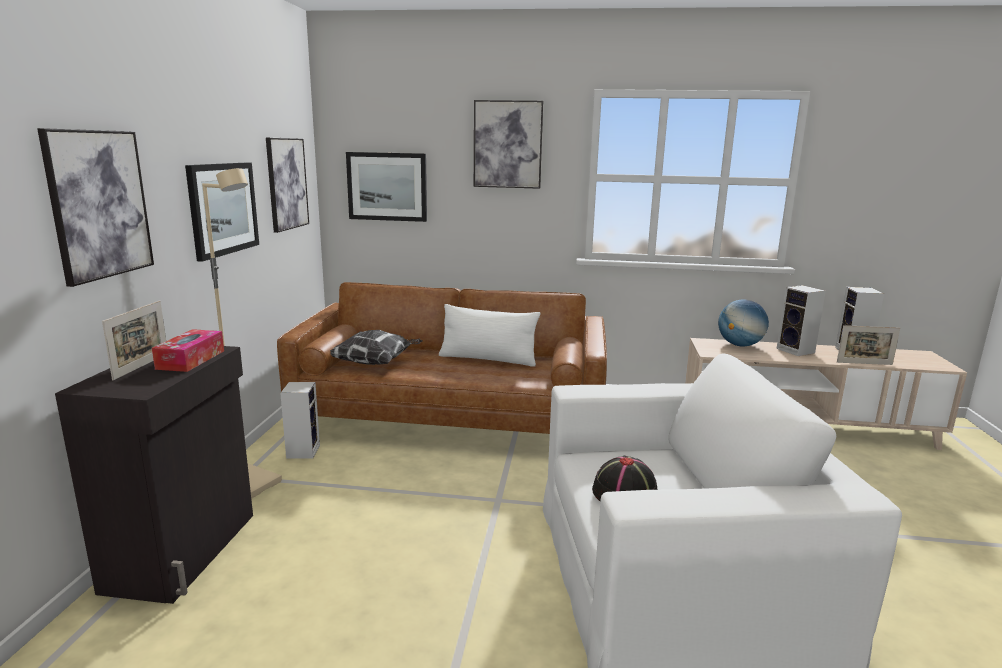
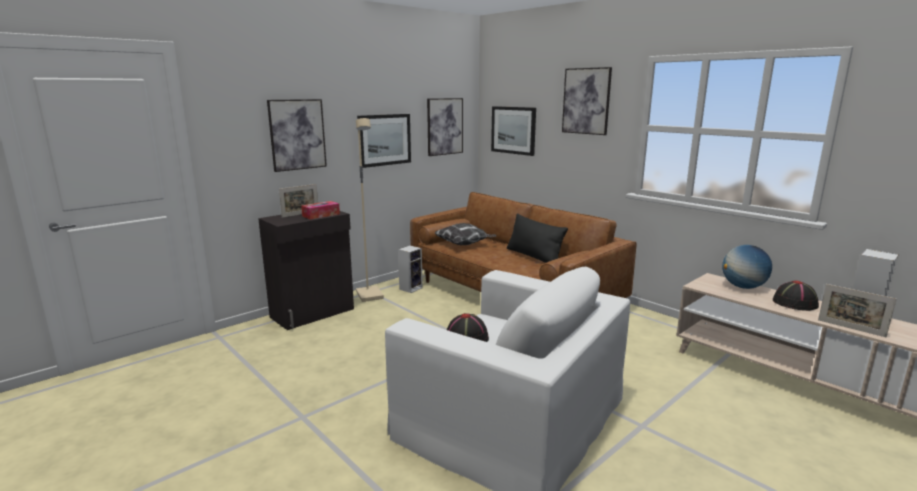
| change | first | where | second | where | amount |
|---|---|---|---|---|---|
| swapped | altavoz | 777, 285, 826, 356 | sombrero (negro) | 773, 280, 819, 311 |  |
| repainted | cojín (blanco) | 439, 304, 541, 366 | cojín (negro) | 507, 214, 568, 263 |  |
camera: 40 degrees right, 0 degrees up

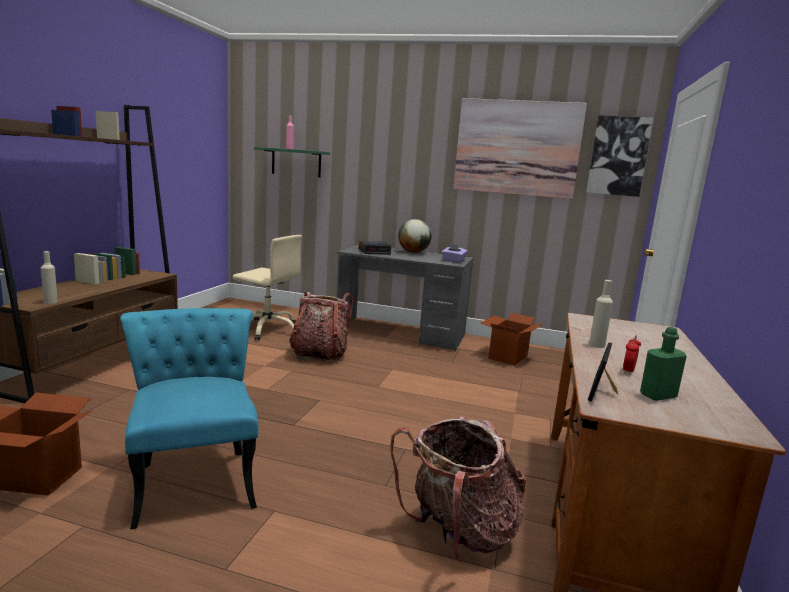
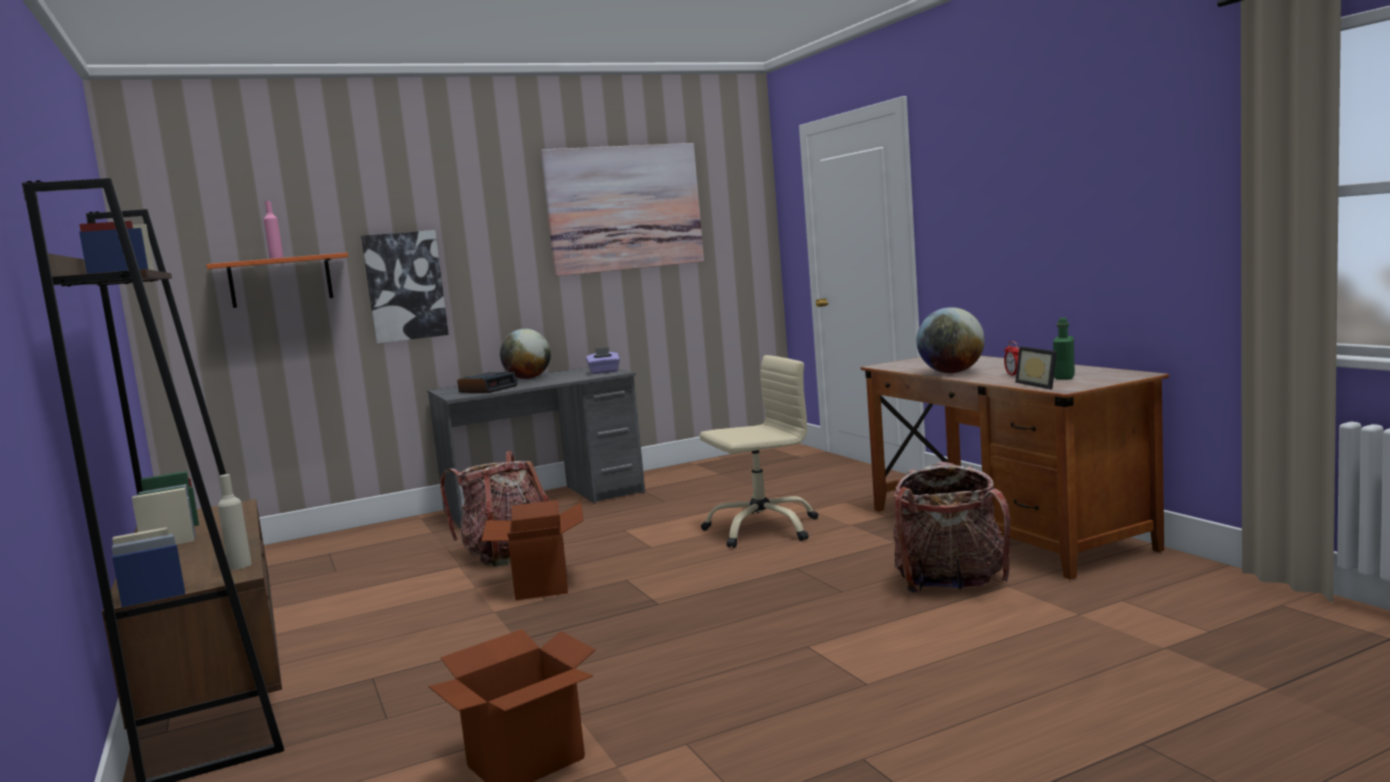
| change | first | where | second | where | amount |
|---|---|---|---|---|---|
| gone | silla (turquesa) | 120, 308, 258, 529 |  |  |  |
| shifted | silla de oficina (beis) | 233, 235, 302, 340 |  | 700, 355, 818, 548 |  |
| shifted | caja de cartón | 480, 313, 544, 366 |  | 482, 500, 584, 601 |  |
| shifted | cuadro | 586, 115, 653, 197 |  | 361, 230, 449, 343 |  |
| swapped | botella (beis) | 589, 280, 613, 348 | globo terráqueo | 917, 307, 985, 373 |  |
| repainted | estante (verde) | 254, 147, 330, 178 | estante (naranja) | 206, 253, 348, 308 |  |
camera: 40 degrees left, 5 degrees down

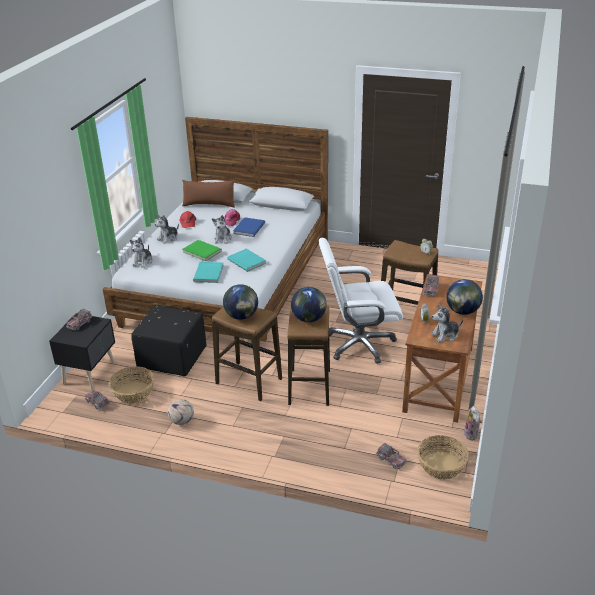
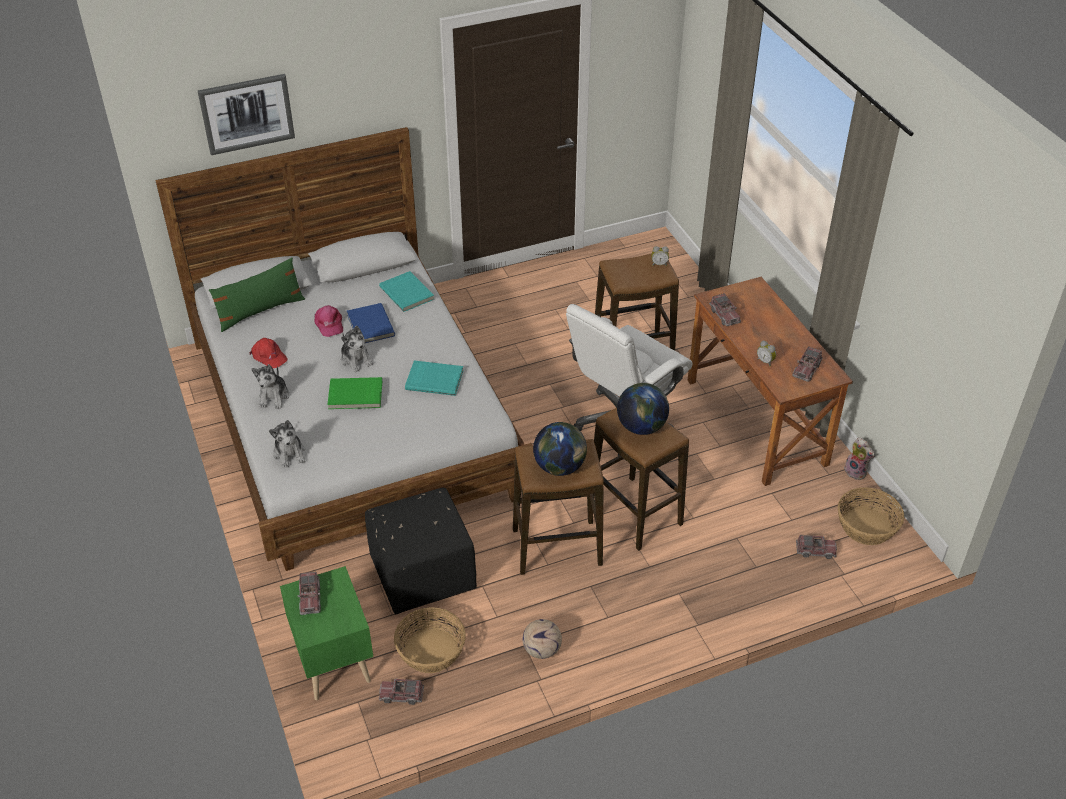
| change | first | where | second | where | amount |
|---|---|---|---|---|---|
| gone | globo terráqueo | 446, 279, 483, 315 |  |  |  |
| new |  |  | cuadro | 198, 74, 295, 155 |  |
| shifted | libro (turquesa) | 193, 262, 224, 283 |  | 379, 271, 434, 312 |  |
| swapped | peluche | 430, 304, 463, 342 | camión de juguete | 792, 347, 823, 382 |  |
| repainted | mesita de noche (negro) | 49, 313, 115, 390 | mesita de noche (verde) | 280, 566, 373, 700 |  |
| repainted | cojín (marrón) | 182, 180, 235, 207 | cojín (verde) | 209, 257, 305, 332 |  |
camera: 40 degrees left, 10 degrees up

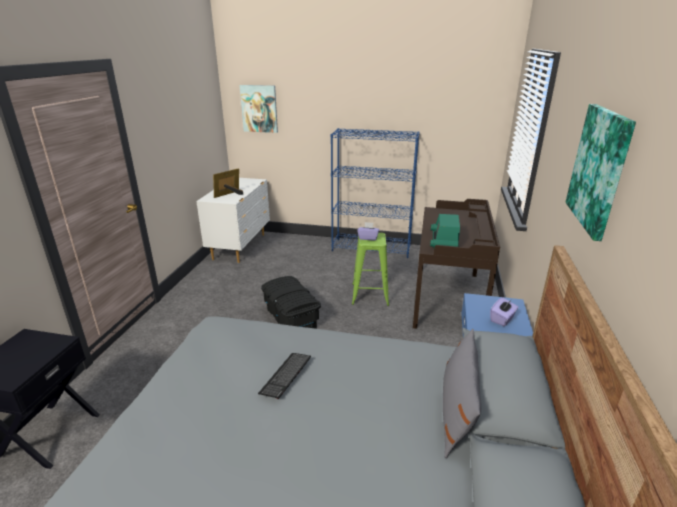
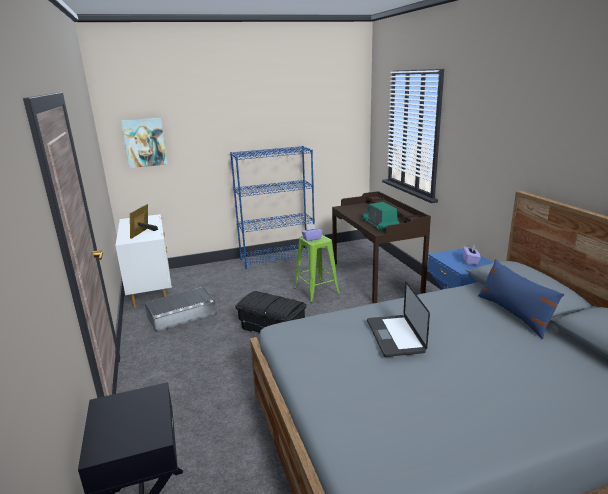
| change | first | where | second | where | amount |
|---|---|---|---|---|---|
| gone | cuadro | 565, 104, 636, 241 |  |  |  |
| new |  |  | caja de almacenaje (gris) | 145, 287, 217, 332 |  |
| swapped | teclado | 258, 353, 311, 399 | portátil | 367, 281, 430, 357 |  |
| repainted | cojín (gris) | 443, 329, 481, 458 | cojín (azul) | 478, 259, 565, 339 |  |
camera: 30 degrees left, 5 degrees down

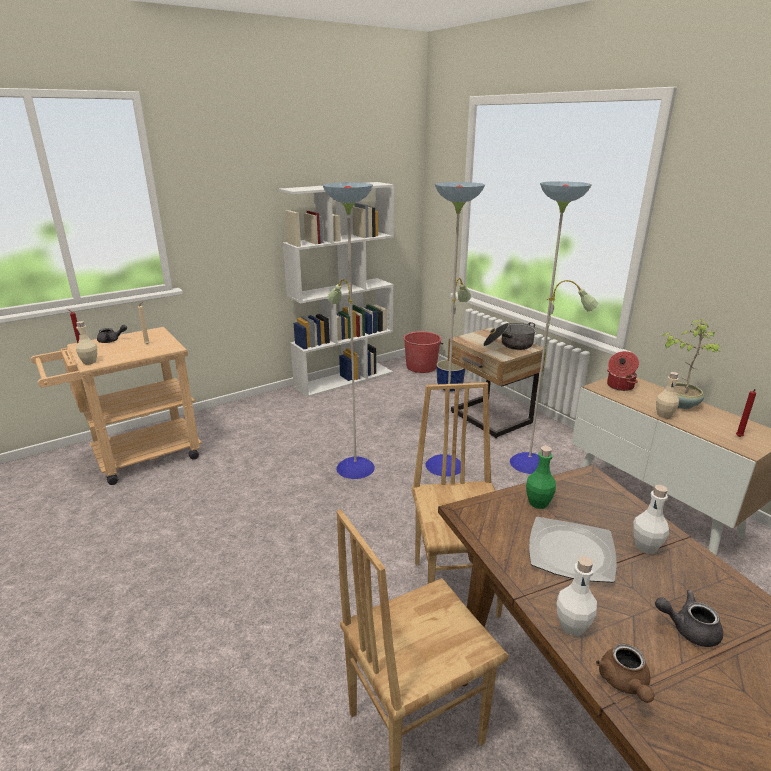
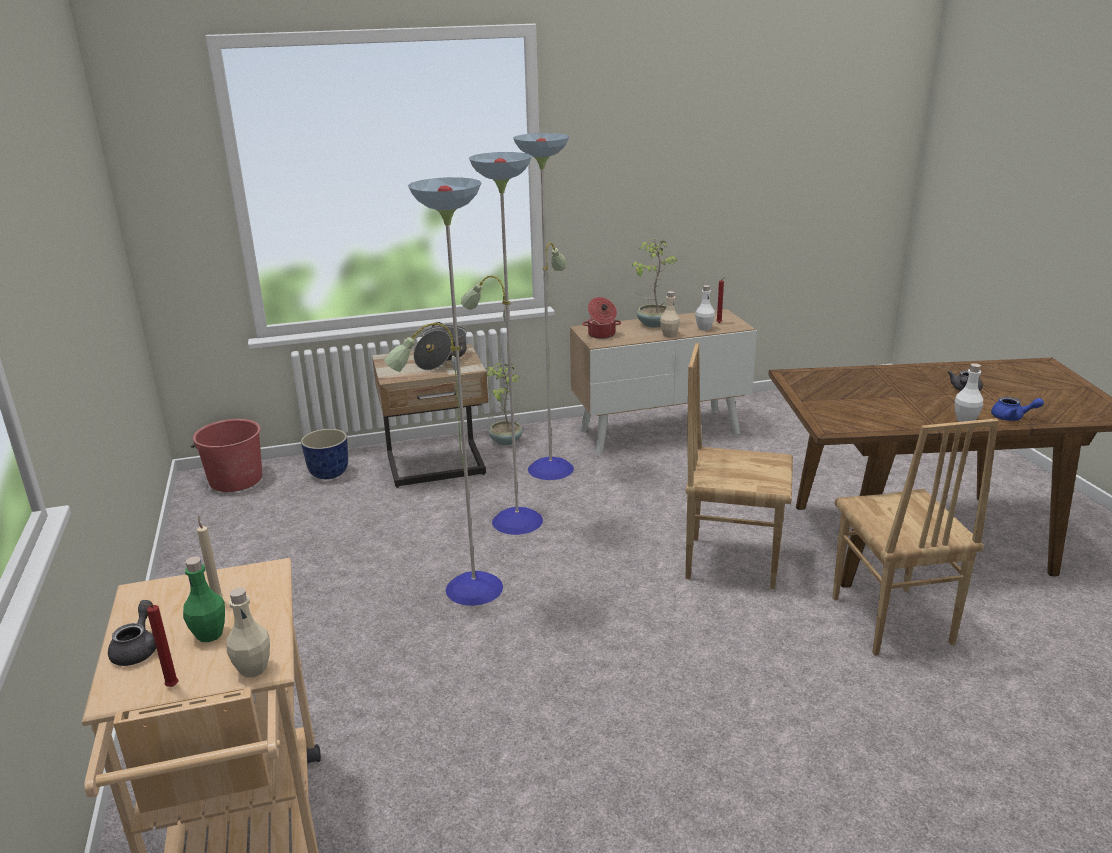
| change | first | where | second | where | amount |
|---|---|---|---|---|---|
| gone | estantería (blanco) | 278, 182, 394, 398 |  |  |  |
| gone | plato | 529, 517, 617, 583 |  |  |  |
| new |  |  | planta en maceta | 486, 363, 523, 445 |  |
| shifted | botella (verde) | 526, 446, 556, 509 |  | 183, 557, 225, 642 |  |
| shifted | botella (blanco) | 633, 485, 669, 554 |  | 695, 285, 715, 330 |  |
| repainted | tetera (marrón) | 596, 644, 655, 703 | tetera (azul) | 991, 397, 1044, 421 |  |
camera: 70 degrees left, 0 degrees up

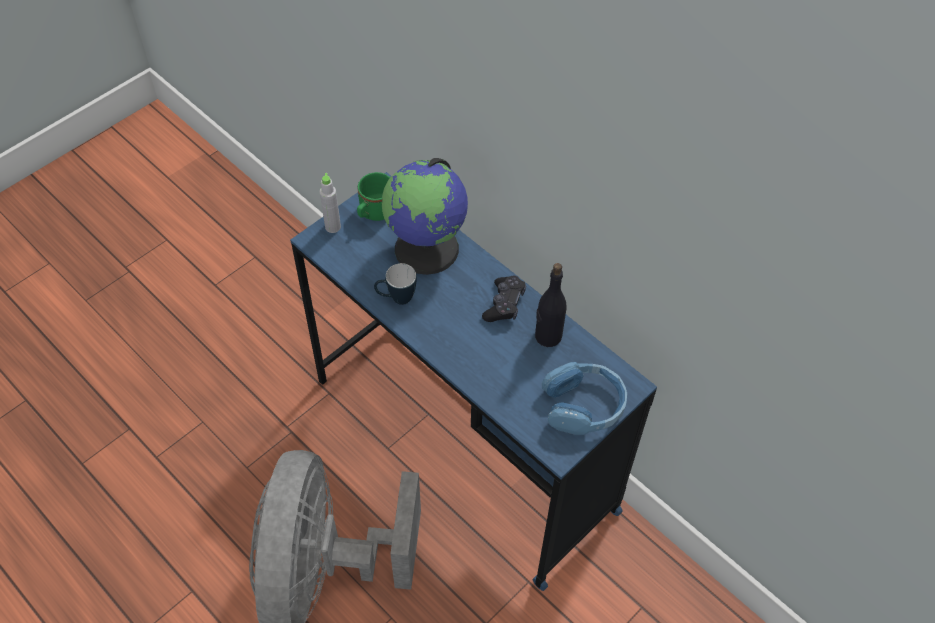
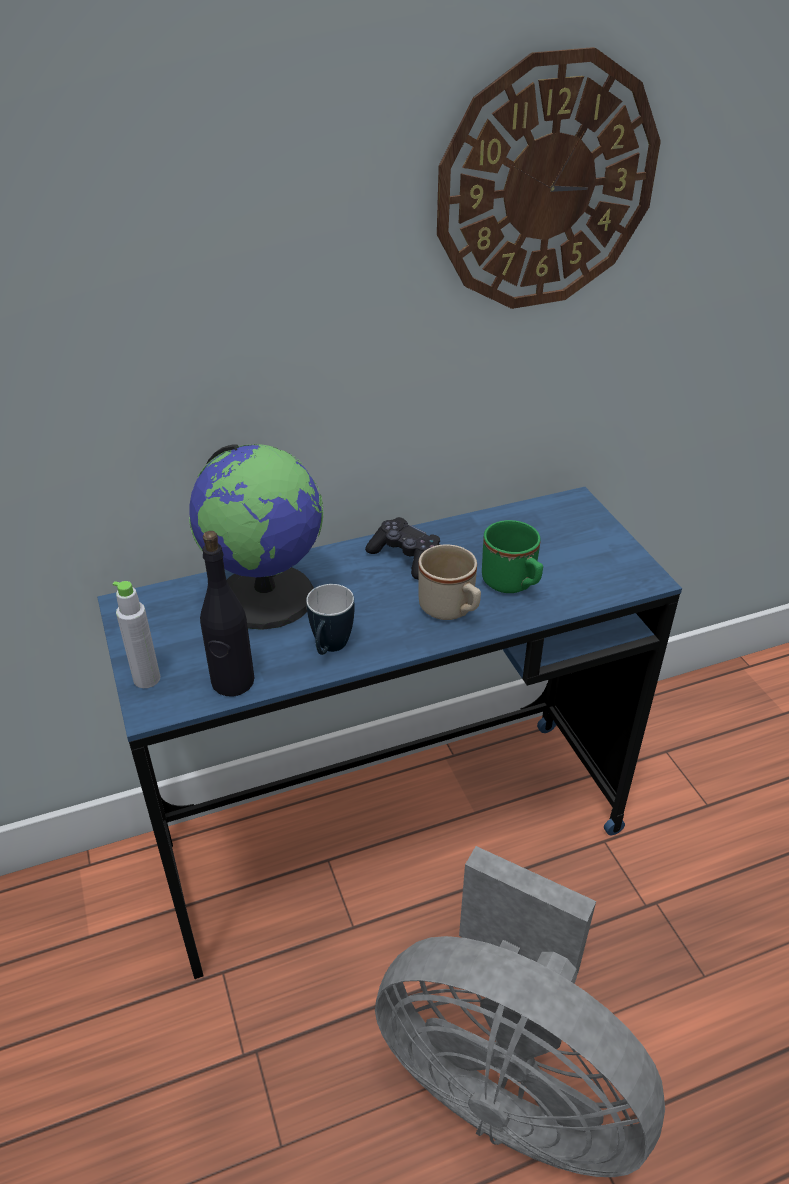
| change | first | where | second | where | amount |
|---|---|---|---|---|---|
| gone | auriculares (azul) | 542, 362, 627, 435 |  |  |  |
| new |  |  | taza grande (beis) | 418, 544, 481, 620 |  |
| new |  |  | reloj de pared | 437, 47, 661, 309 |  |
| shifted | taza grande (verde) | 357, 172, 390, 221 |  | 482, 520, 543, 593 |  |
| shifted | botella (negro) | 535, 263, 567, 347 |  | 200, 531, 254, 697 |  |
camera: 65 degrees left, 15 degrees down

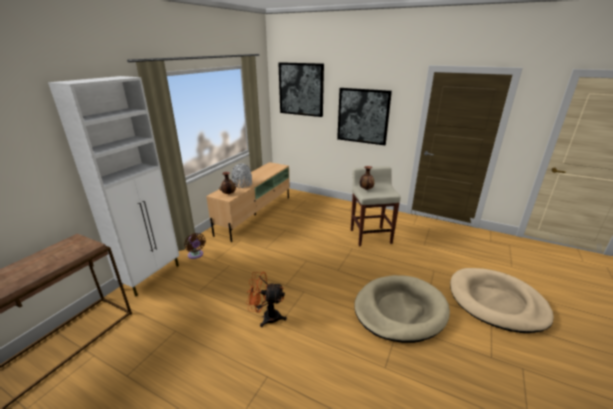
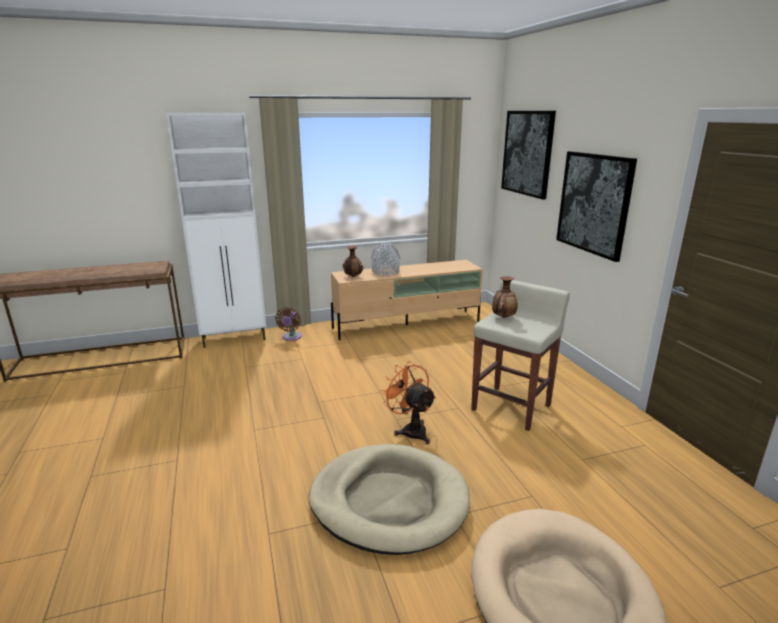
| change | first | where | second | where | amount |
|---|---|---|---|---|---|
| shifted | ventilador (naranja) | 246, 272, 287, 327 |  | 380, 361, 436, 444 |  |
camera: 45 degrees right, 5 degrees down

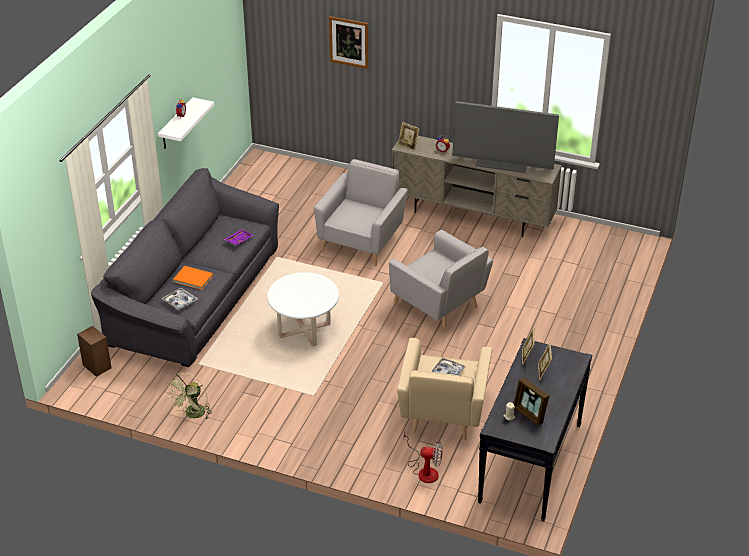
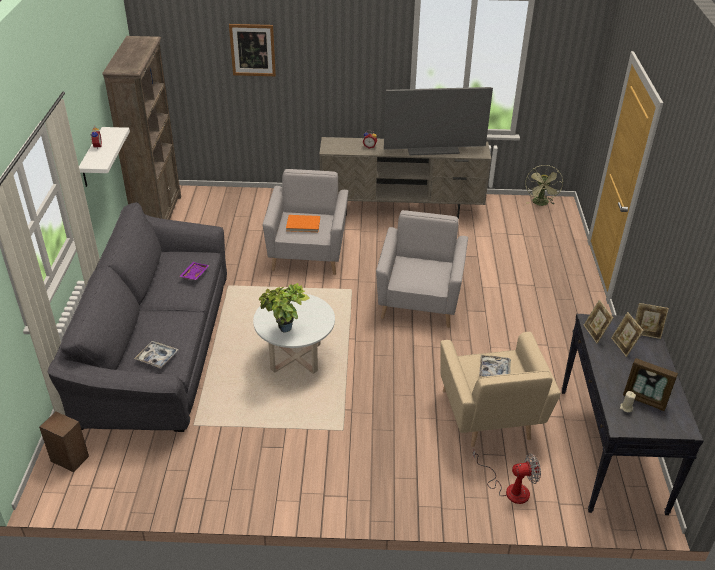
| change | first | where | second | where | amount |
|---|---|---|---|---|---|
| new |  |  | estantería (marrón) | 102, 36, 181, 220 |  |
| new |  |  | planta en maceta | 259, 283, 310, 333 |  |
| shifted | ventilador (verde) | 167, 373, 212, 419 |  | 526, 165, 563, 206 |  |
| shifted | libro (naranja) | 173, 266, 213, 290 |  | 286, 215, 320, 232 |  |
| shifted | portarretratos | 398, 122, 420, 151 |  | 635, 303, 669, 339 |  |
| rotated | sillón (gris) | 389, 230, 493, 329 |  | 376, 210, 468, 328 | 105 degrees counterclockwise |
camera: 20 degrees left, 0 degrees up

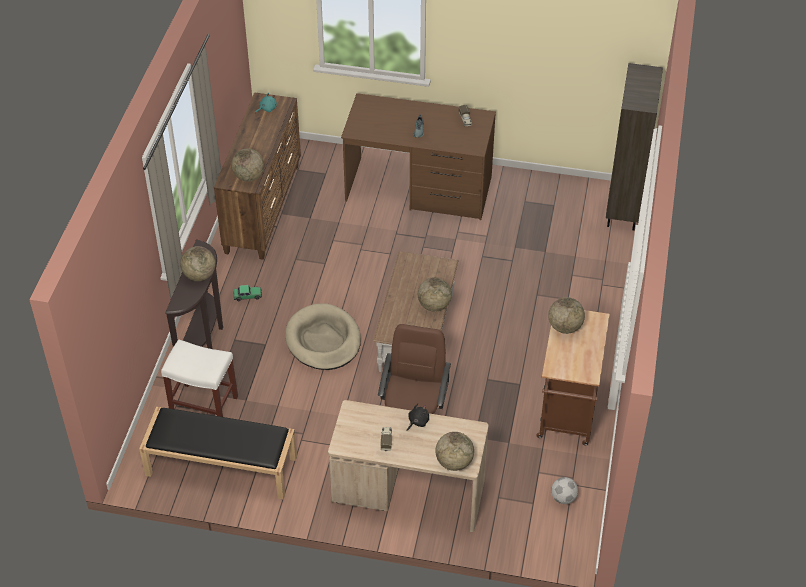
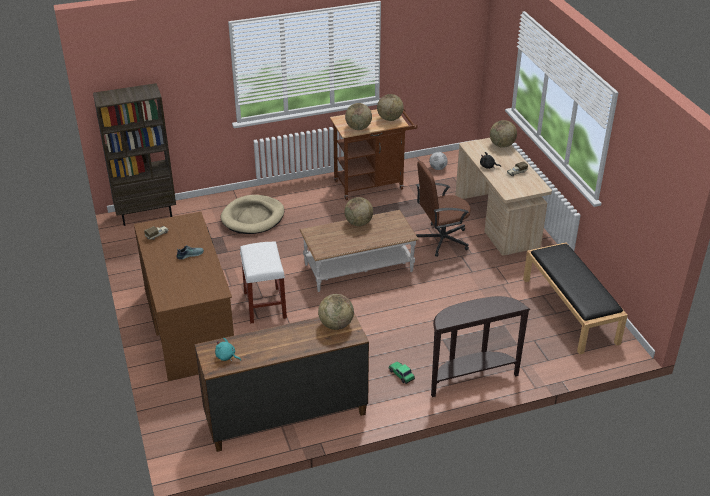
| change | first | where | second | where | amount |
|---|---|---|---|---|---|
| shifted | taburete (blanco) | 161, 339, 238, 417 |  | 240, 242, 287, 324 |  |
| shifted | globo terráqueo | 180, 246, 215, 281 |  | 377, 94, 404, 121 |  |
| shifted | cama para perro (beis) | 285, 303, 361, 370 |  | 221, 195, 284, 234 |  |
camera: 120 degrees left, 10 degrees down

